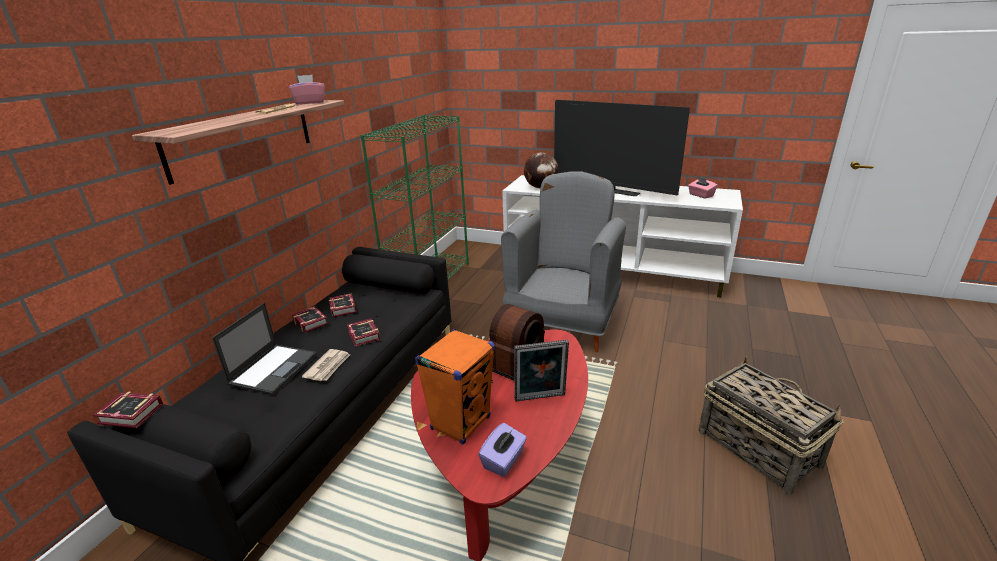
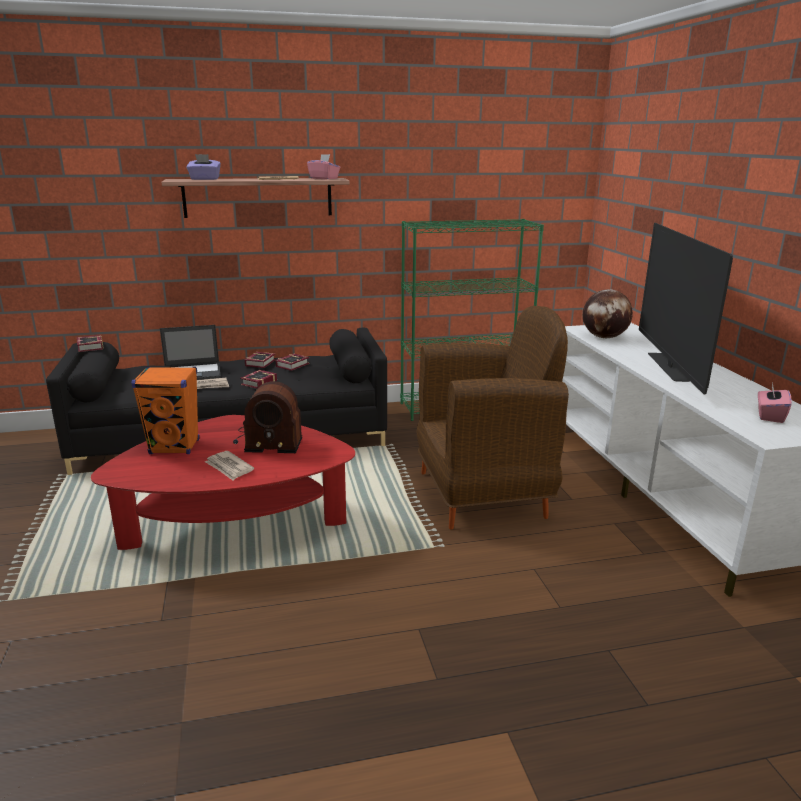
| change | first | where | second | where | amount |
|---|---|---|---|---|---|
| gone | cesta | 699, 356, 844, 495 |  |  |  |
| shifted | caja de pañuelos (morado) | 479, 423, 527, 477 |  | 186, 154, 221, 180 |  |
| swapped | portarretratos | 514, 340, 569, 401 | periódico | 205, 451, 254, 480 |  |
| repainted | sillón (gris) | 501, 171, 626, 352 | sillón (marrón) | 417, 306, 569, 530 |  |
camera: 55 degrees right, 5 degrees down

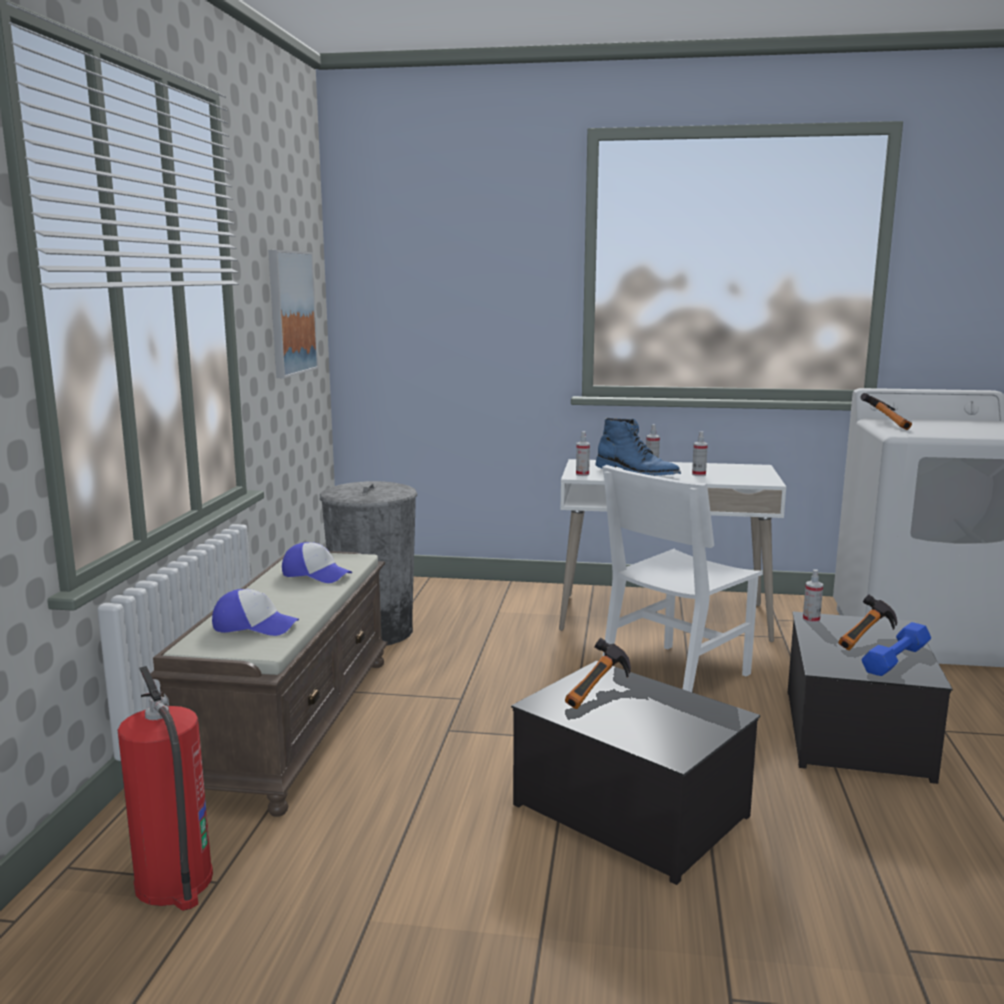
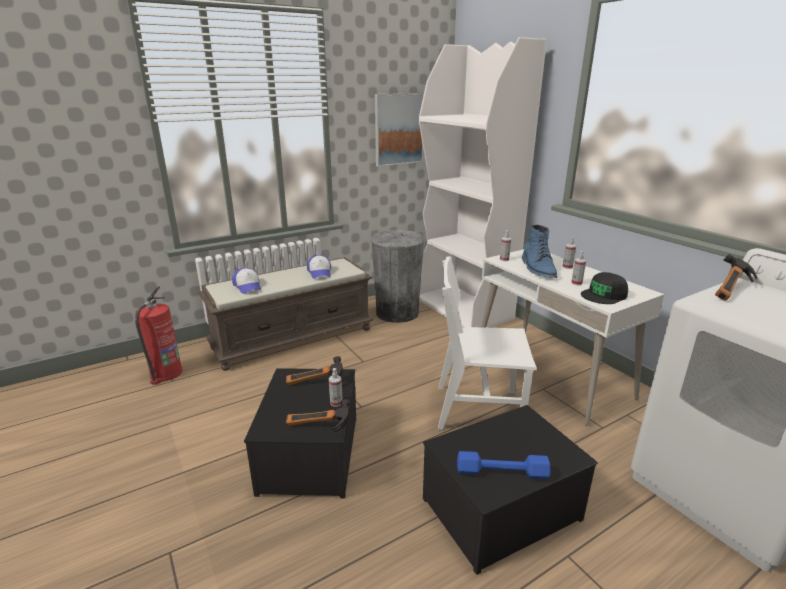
| change | first | where | second | where | amount |
|---|---|---|---|---|---|
| new |  |  | estantería (blanco) | 419, 37, 547, 328 |  |
| new |  |  | gorra (negro) | 581, 272, 628, 304 |  |
| shifted | pulverizador | 803, 569, 823, 623 |  | 329, 368, 343, 407 |  |
| shifted | martillo | 838, 595, 897, 650 |  | 286, 399, 350, 432 |  |
camera: 50 degrees right, 10 degrees up

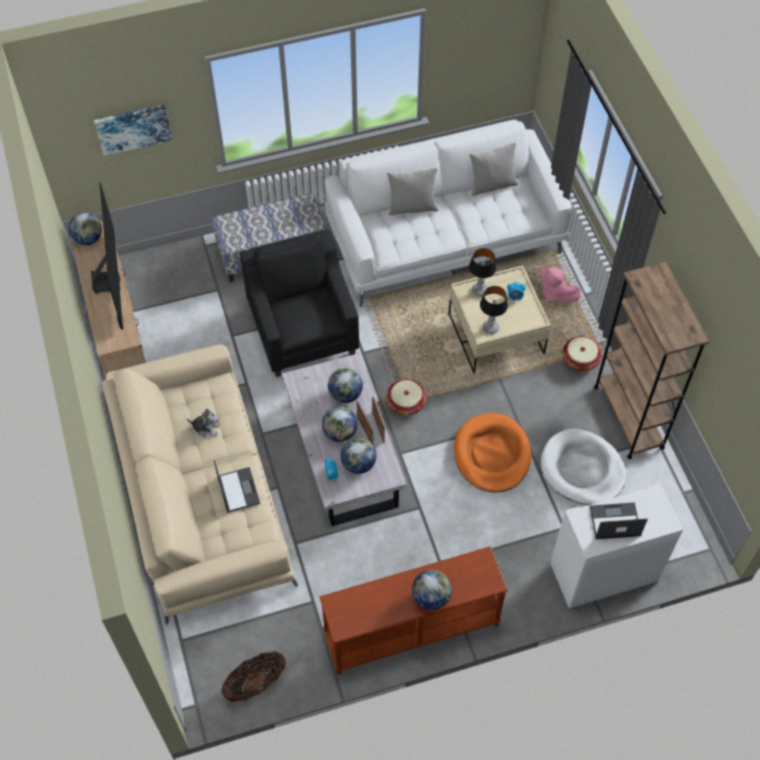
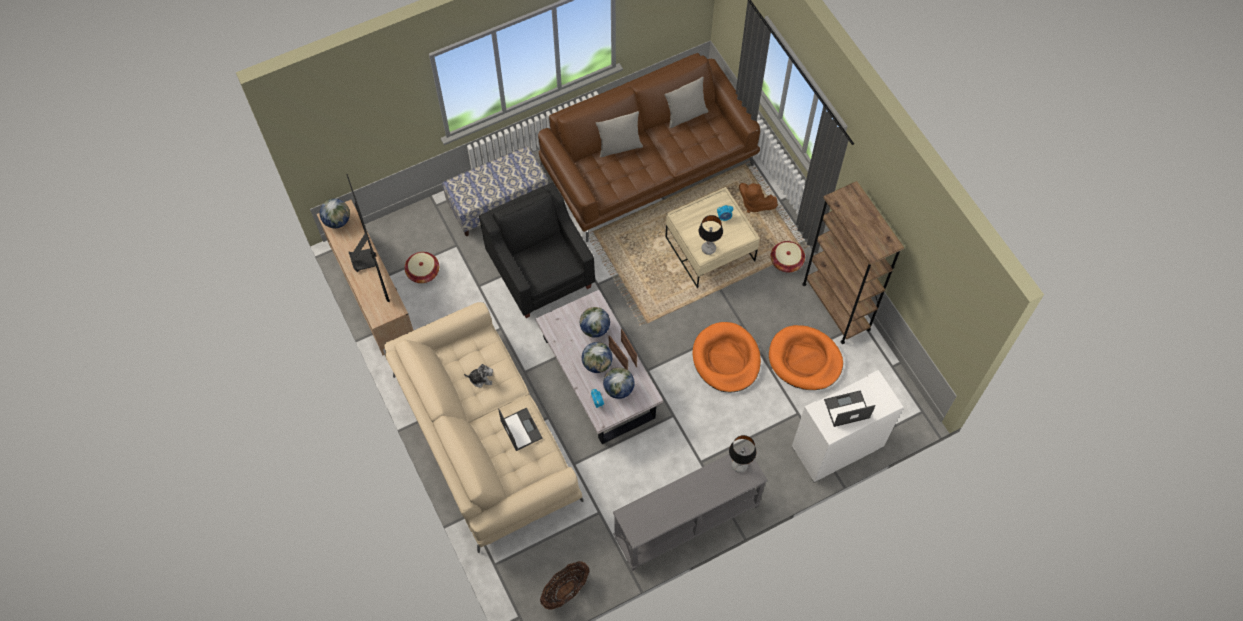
| change | first | where | second | where | amount |
|---|---|---|---|---|---|
| gone | cuadro | 94, 104, 172, 156 |  |  |  |
| gone | globo terráqueo | 412, 570, 452, 610 |  |  |  |
| shifted | cesta | 386, 379, 426, 415 |  | 405, 252, 439, 283 |  |
| shifted | lámpara de mesa | 469, 248, 497, 297 |  | 729, 435, 756, 473 |  |
| repainted | mesa consola (marrón) | 320, 546, 508, 675 | mesa consola (gris) | 613, 445, 767, 571 |  |
| repainted | sofá (blanco) | 325, 120, 572, 307 | sofá (marrón) | 538, 53, 760, 242 |  |
| repainted | peluche (rosa) | 540, 266, 581, 302 | peluche (marrón) | 739, 183, 778, 213 |  |
| repainted | cama para perro (blanco) | 541, 429, 626, 505 | cama para perro (naranja) | 769, 325, 843, 390 |  |
camera: 10 degrees left, 5 degrees up

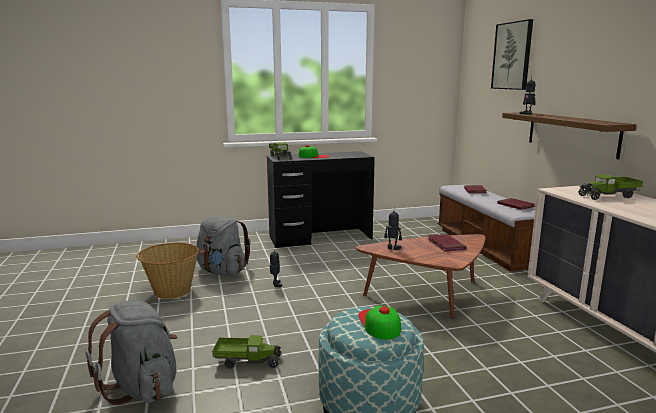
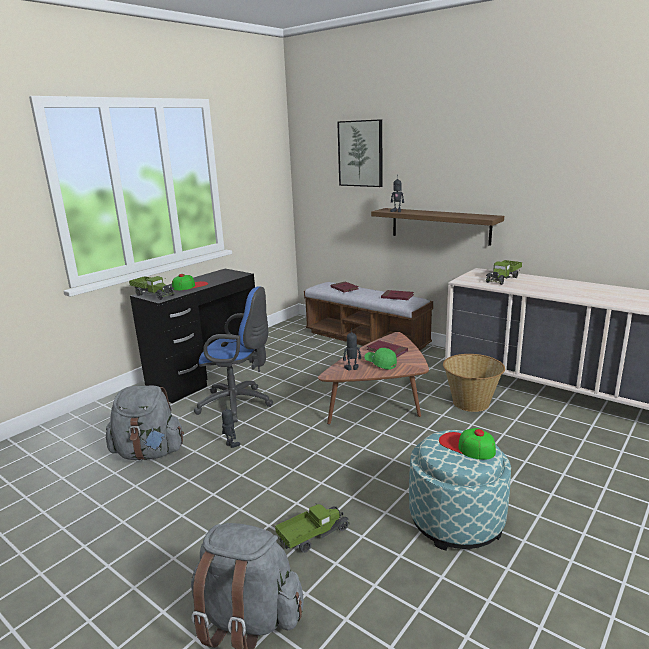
| change | first | where | second | where | amount |
|---|---|---|---|---|---|
| new |  |  | silla de oficina (azul) | 194, 286, 273, 423 |  |
| new |  |  | gorra (verde) | 364, 348, 397, 370 |  |
| shifted | cesta | 137, 243, 199, 299 |  | 443, 354, 505, 412 |  |
camera: 35 degrees left, 5 degrees up

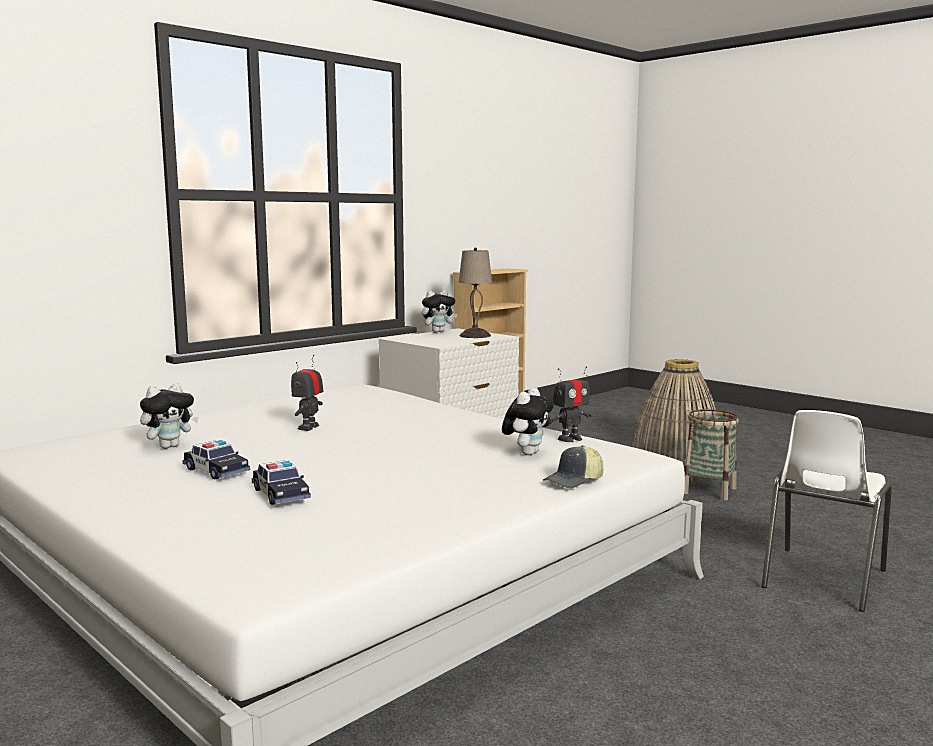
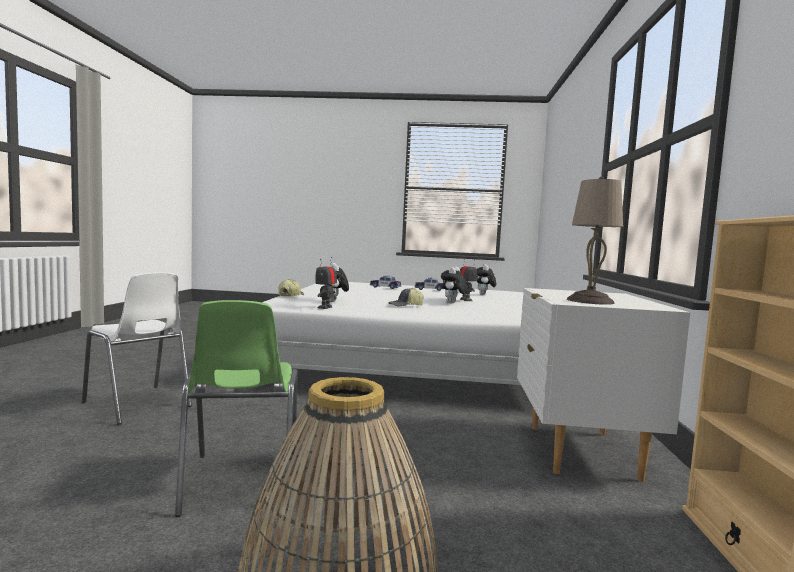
| change | first | where | second | where | amount |
|---|---|---|---|---|---|
| new |  |  | gorra | 389, 288, 424, 306 |  |
| shifted | peluche | 421, 290, 457, 333 |  | 441, 266, 468, 303 |  |
| swapped | cesta | 684, 409, 739, 501 | silla (verde) | 175, 300, 298, 517 |  |
| rotated | silla (blanco) | 761, 410, 892, 612 |  | 82, 272, 192, 425 | 135 degrees clockwise |
camera: 140 degrees right, 5 degrees down

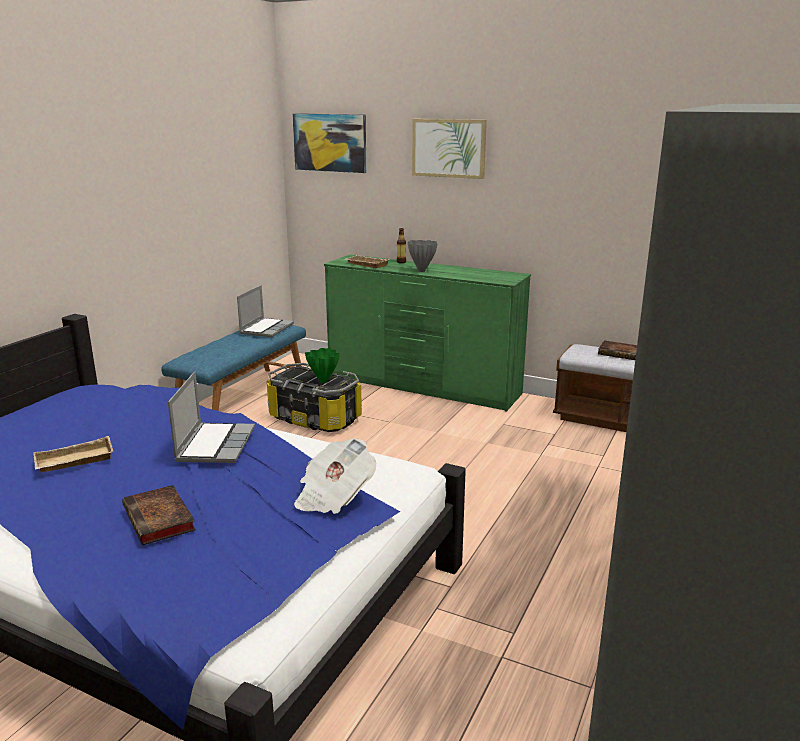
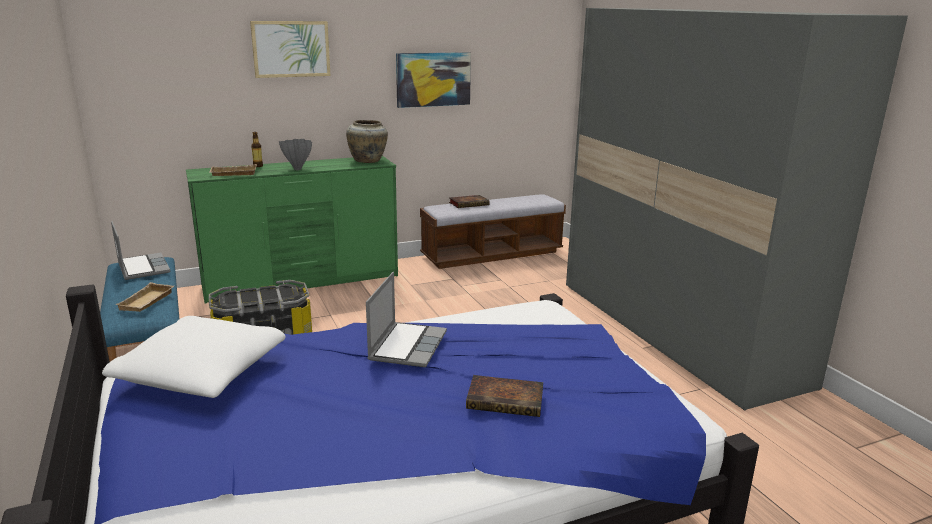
| change | first | where | second | where | amount |
|---|---|---|---|---|---|
| gone | periódico | 294, 438, 376, 514 |  |  |  |
| gone | florero (verde) | 305, 347, 340, 383 |  |  |  |
| new |  |  | cojín (blanco) | 102, 316, 286, 398 |  |
| new |  |  | florero (beis) | 346, 120, 388, 163 |  |
| shifted | bandeja (beis) | 33, 436, 114, 472 |  | 115, 282, 174, 312 |  |
| shifted | cuadro | 292, 113, 367, 173 |  | 396, 52, 471, 108 |  |
| rotated | portátil | 168, 371, 255, 463 |  | 366, 272, 447, 367 | 60 degrees clockwise |
camera: 50 degrees left, 0 degrees up

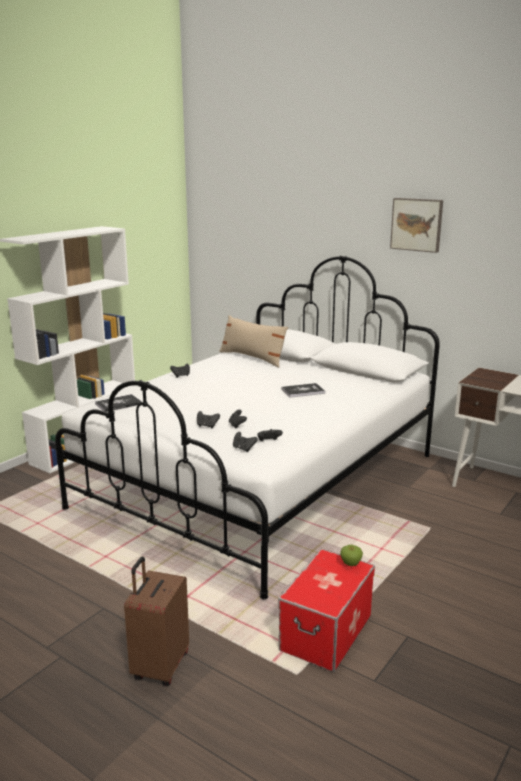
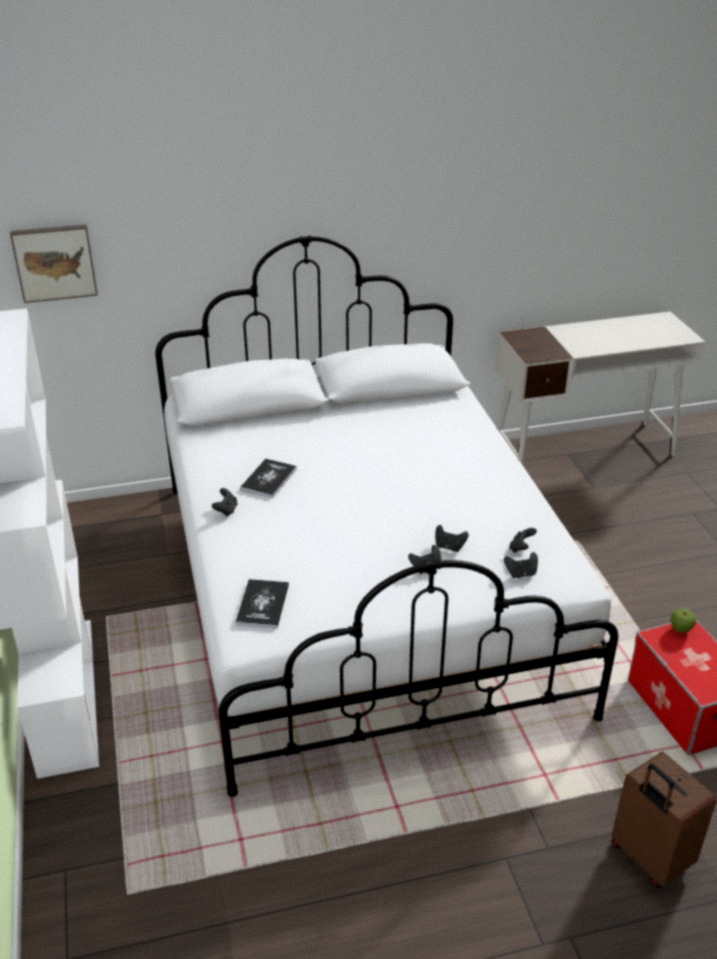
| change | first | where | second | where | amount |
|---|---|---|---|---|---|
| gone | cojín (beis) | 219, 315, 288, 367 |  |  |  |
| shifted | libro | 282, 383, 325, 397 |  | 240, 459, 296, 498 |  |
| shifted | cuadro | 390, 198, 443, 253 |  | 10, 224, 98, 303 |  |
camera: 50 degrees left, 15 degrees up

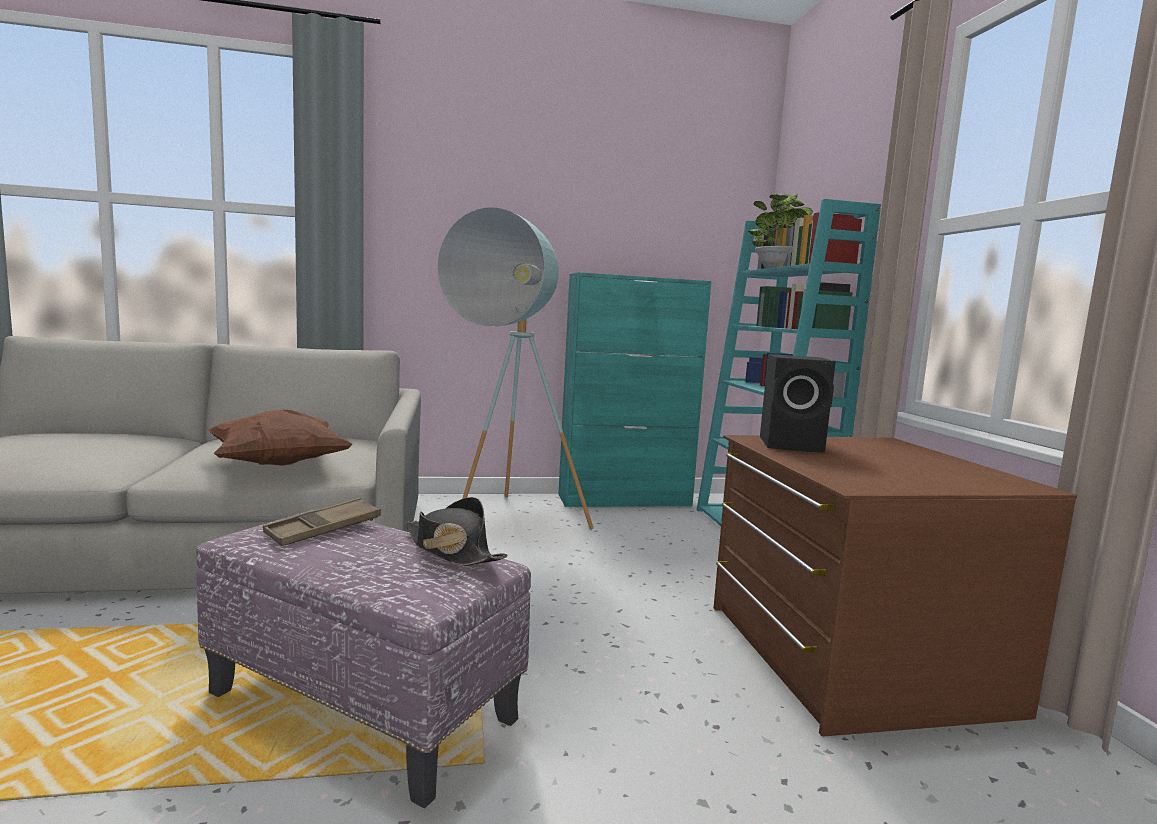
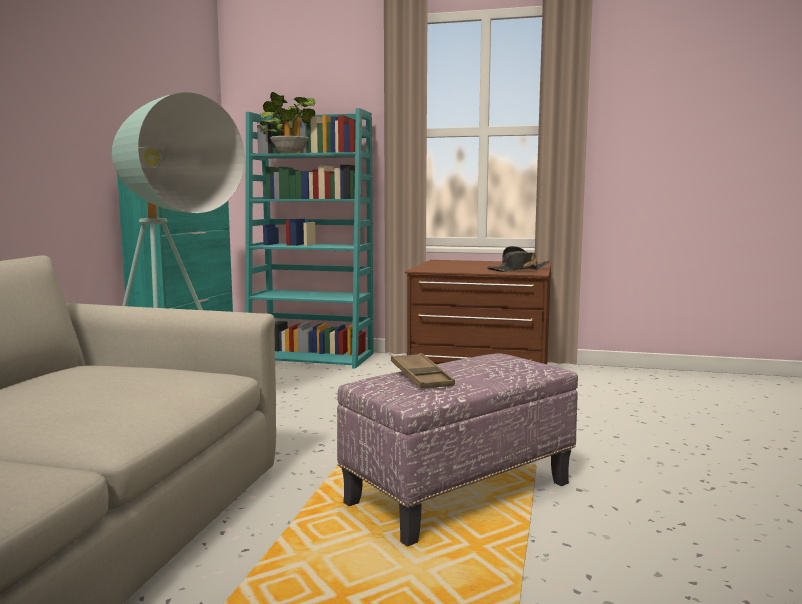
| change | first | where | second | where | amount |
|---|---|---|---|---|---|
| gone | cojín (marrón) | 208, 410, 353, 466 |  |  |  |
| gone | altavoz (negro) | 760, 354, 836, 452 |  |  |  |
| shifted | sombrero (negro) | 405, 497, 508, 566 |  | 487, 246, 550, 272 |  |
camera: 65 degrees left, 0 degrees up

